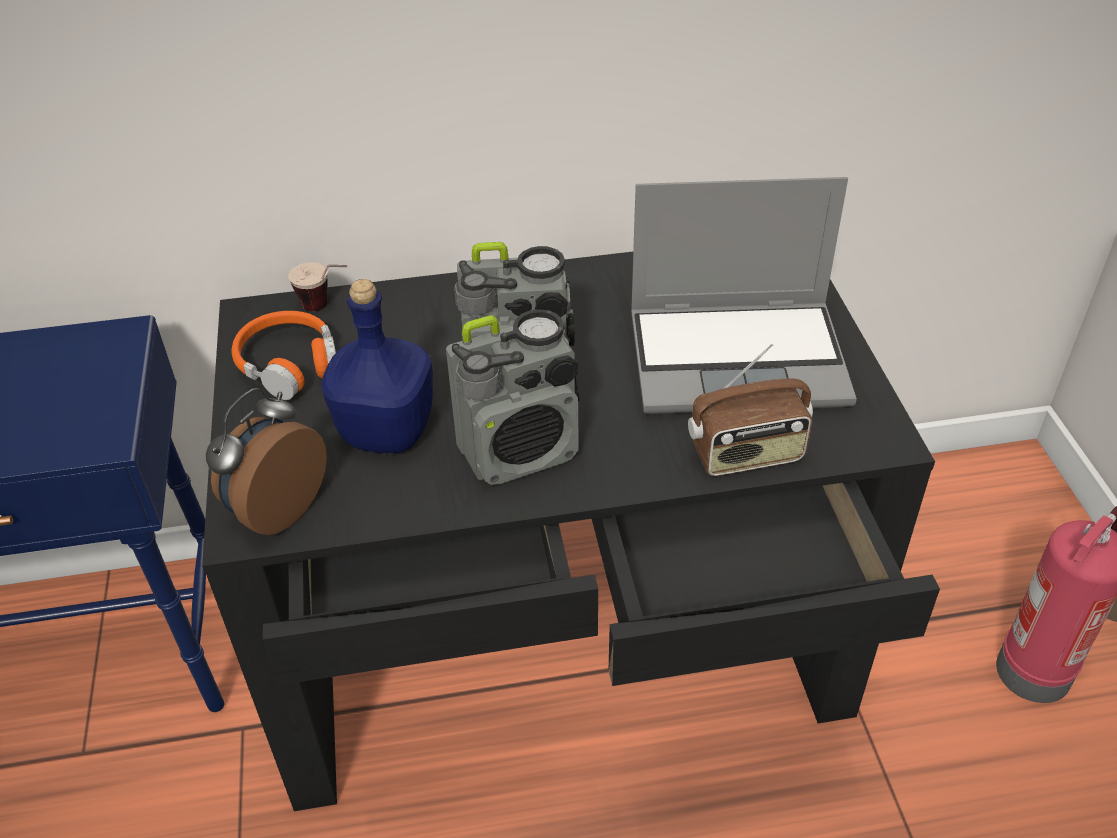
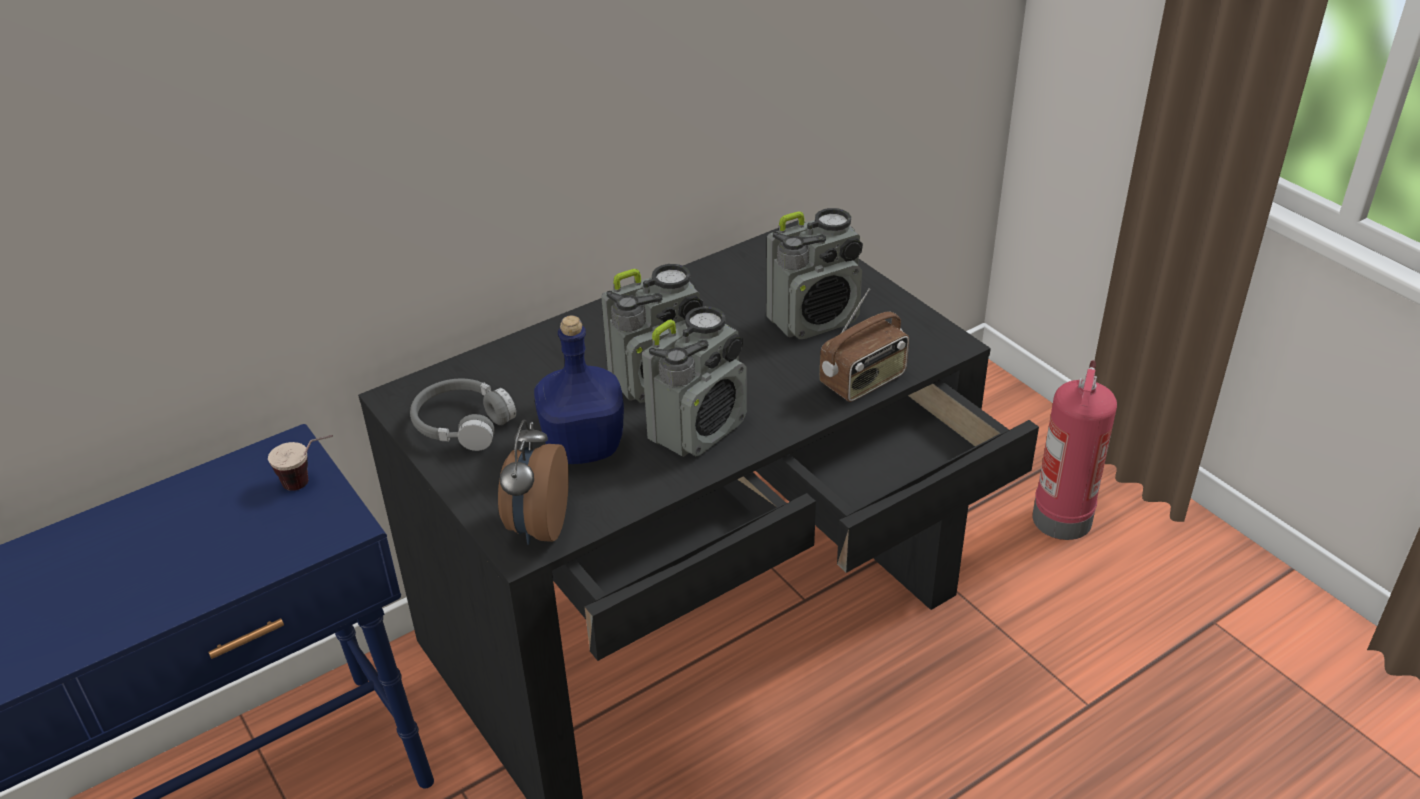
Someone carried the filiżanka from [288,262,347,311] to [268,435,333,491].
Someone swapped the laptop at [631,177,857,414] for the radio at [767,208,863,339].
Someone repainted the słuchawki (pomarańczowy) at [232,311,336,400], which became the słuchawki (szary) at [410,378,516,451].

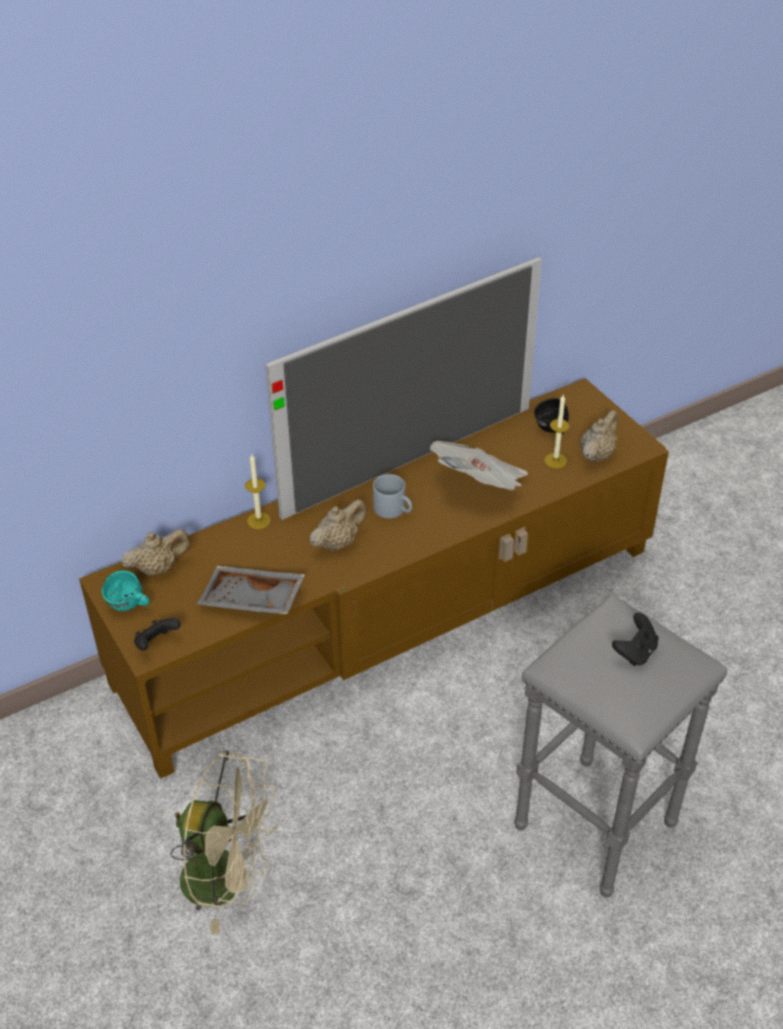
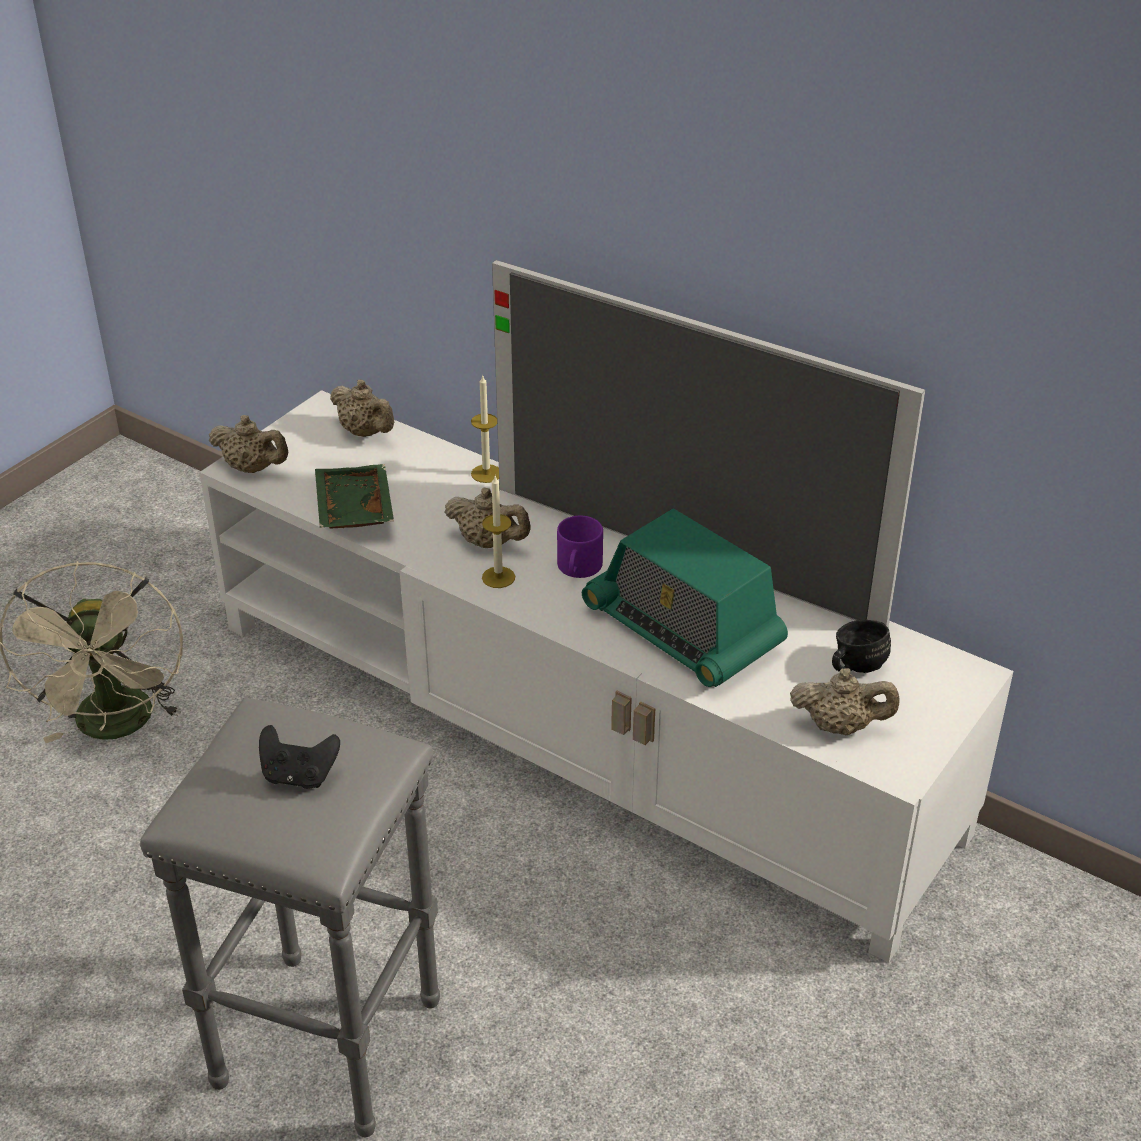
Someone took away the kubek (turkusowy) at [102,571,150,611].
Someone carried the świeca from [545,395,570,468] to [482,476,515,588].
Someone swapped the pad do gier (czarny) at [134,618,181,650] for the imbryk (beżowy) at [209,415,288,473].
Someone swapped the gazeta at [430,441,528,491] for the radio at [582,508,788,687].
Someone repainted the szafka pod telewizor (brązowy) at [79,378,669,779], which became the szafka pod telewizor (biały) at [200,390,1013,963].
Someone repainted the taca (szary) at [197,566,305,614], which became the taca (zielony) at [315,464,394,529].
Someone repainted the kubek (szary) at [373,474,412,518], which became the kubek (fioletowy) at [557,516,603,578].

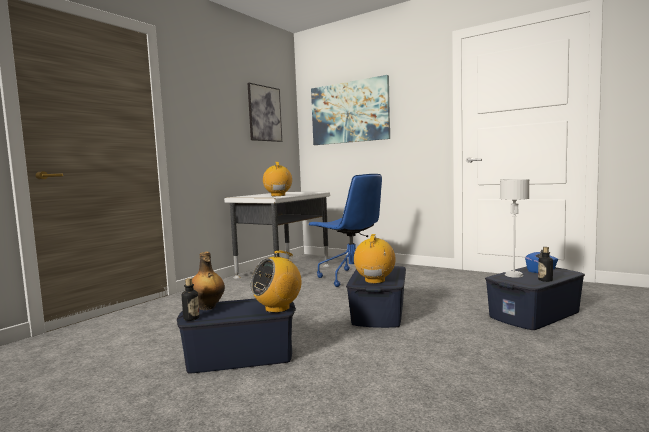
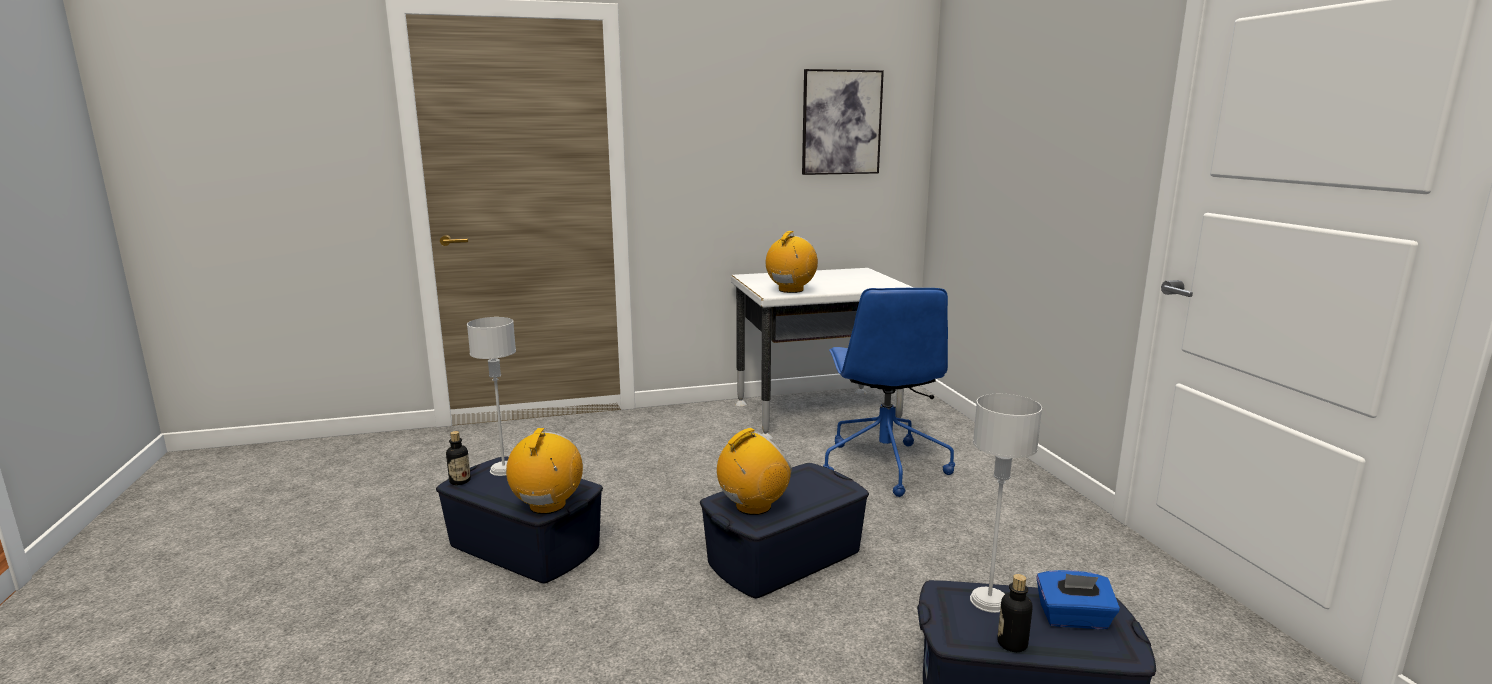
Someone took away the obraz at [311,75,390,145].
Someone swapped the butelka at [192,252,225,310] for the lampa stołowa (szary) at [467,317,516,476].
Someone rotated the radio at [250,251,301,313] by 90 degrees clockwise.

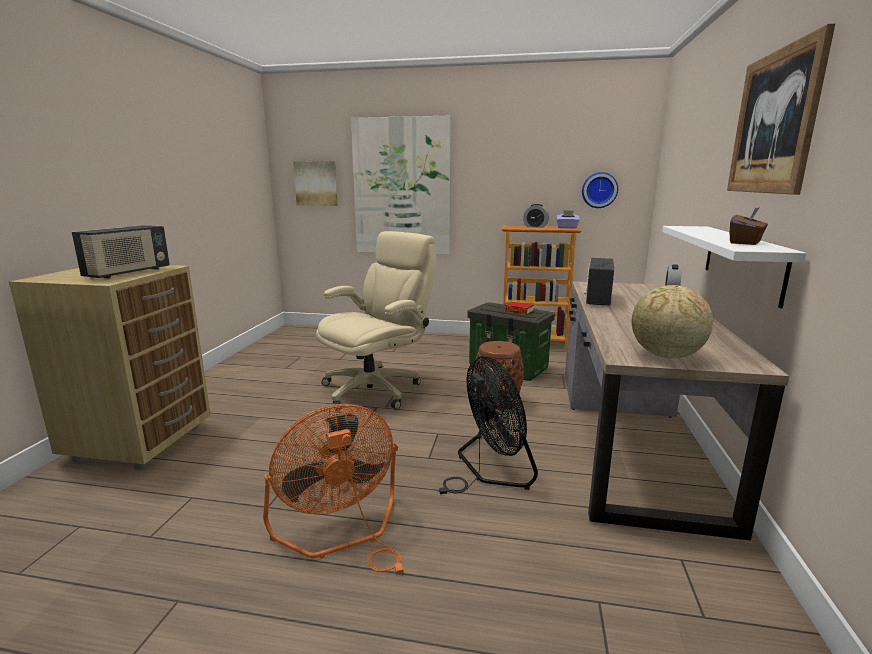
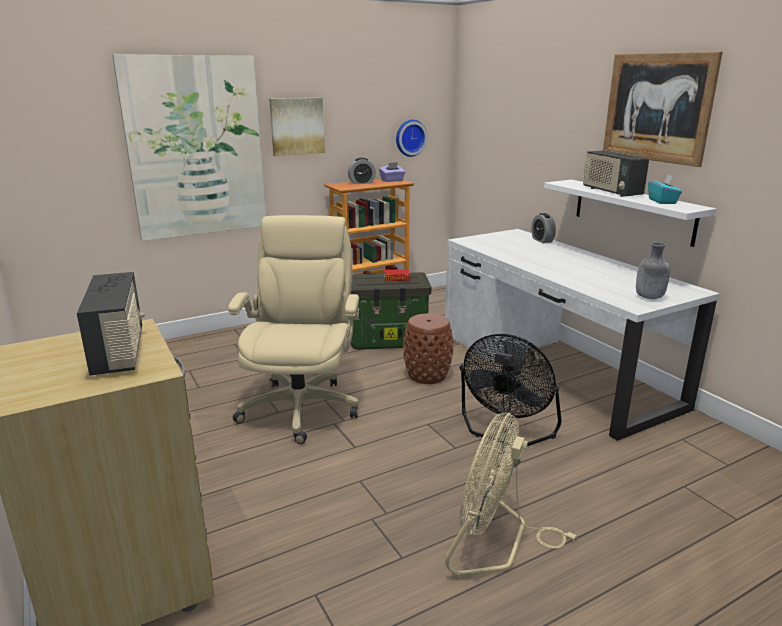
Someone carried the obraz from [293,161,338,206] to [269,98,325,156].
Someone carried the radio from [584,258,614,306] to [583,150,649,197].
Someone swapped the globus at [631,285,713,358] for the butelka (szary) at [636,243,670,299].
Someone repainted the wentylator (pomarańczowy) at [263,404,404,575], which became the wentylator (beżowy) at [445,413,578,579].
Someone repainted the biurko (brązowy) at [565,281,790,541], which became the biurko (biały) at [445,229,720,441].
Someone repainted the pudełko chusteczek (brązowy) at [730,207,768,245], which became the pudełko chusteczek (turkusowy) at [648,175,682,204].

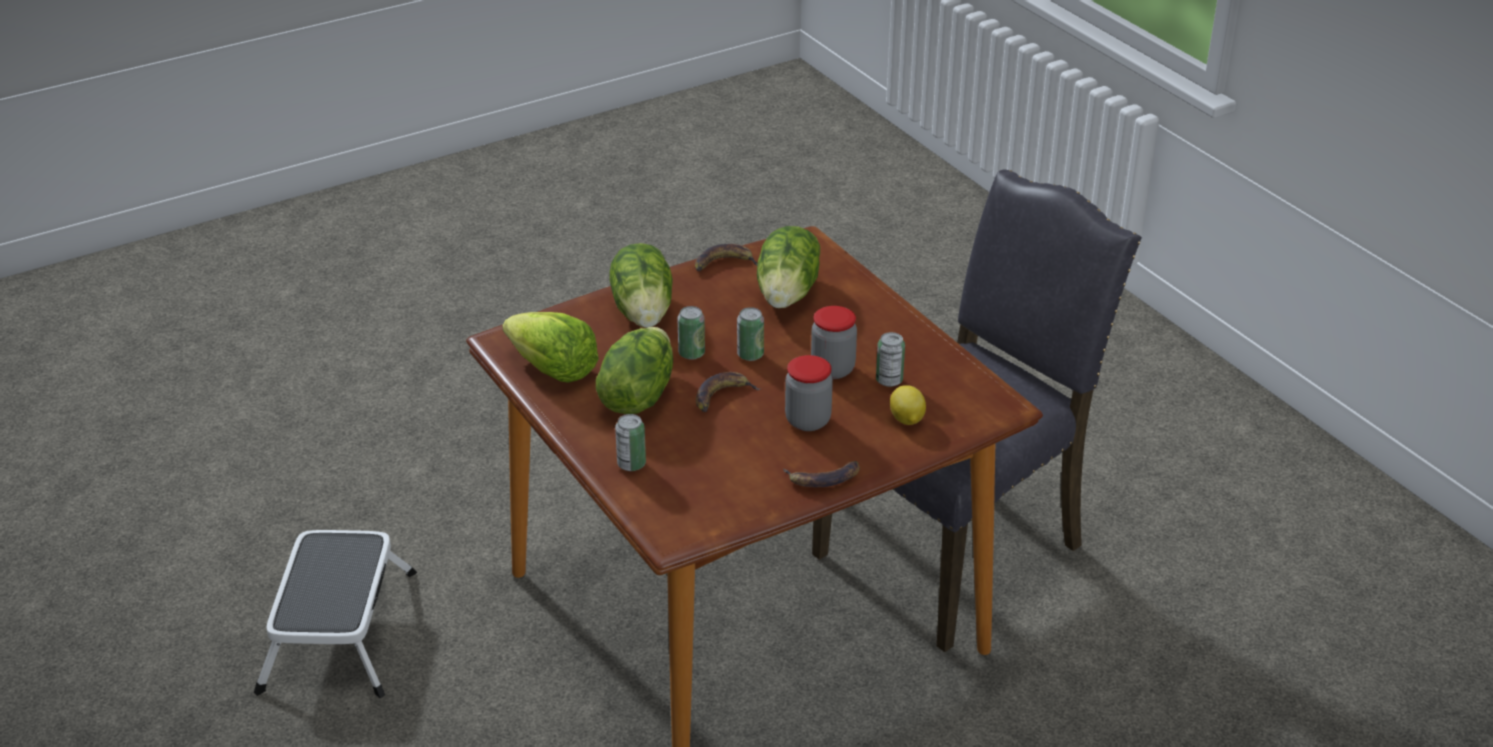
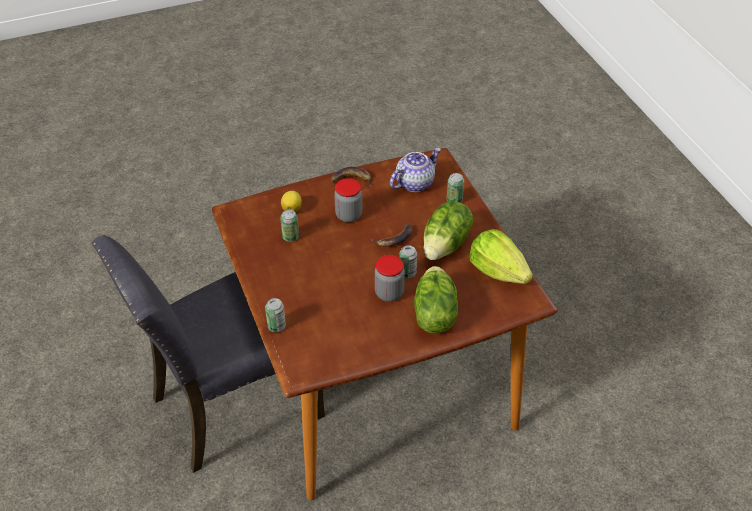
Someone took away the drabinka (czarny) at [254,530,417,698].
Someone took away the banan at [695,244,758,271].
Someone took away the sałata at [757,226,820,309].
Someone put down the imbryk at [390,148,441,192].
Someone carried the puszka from [737,307,764,361] to [265,298,286,332].
Someone carried the słoik from [811,306,857,379] to [375,255,405,302].

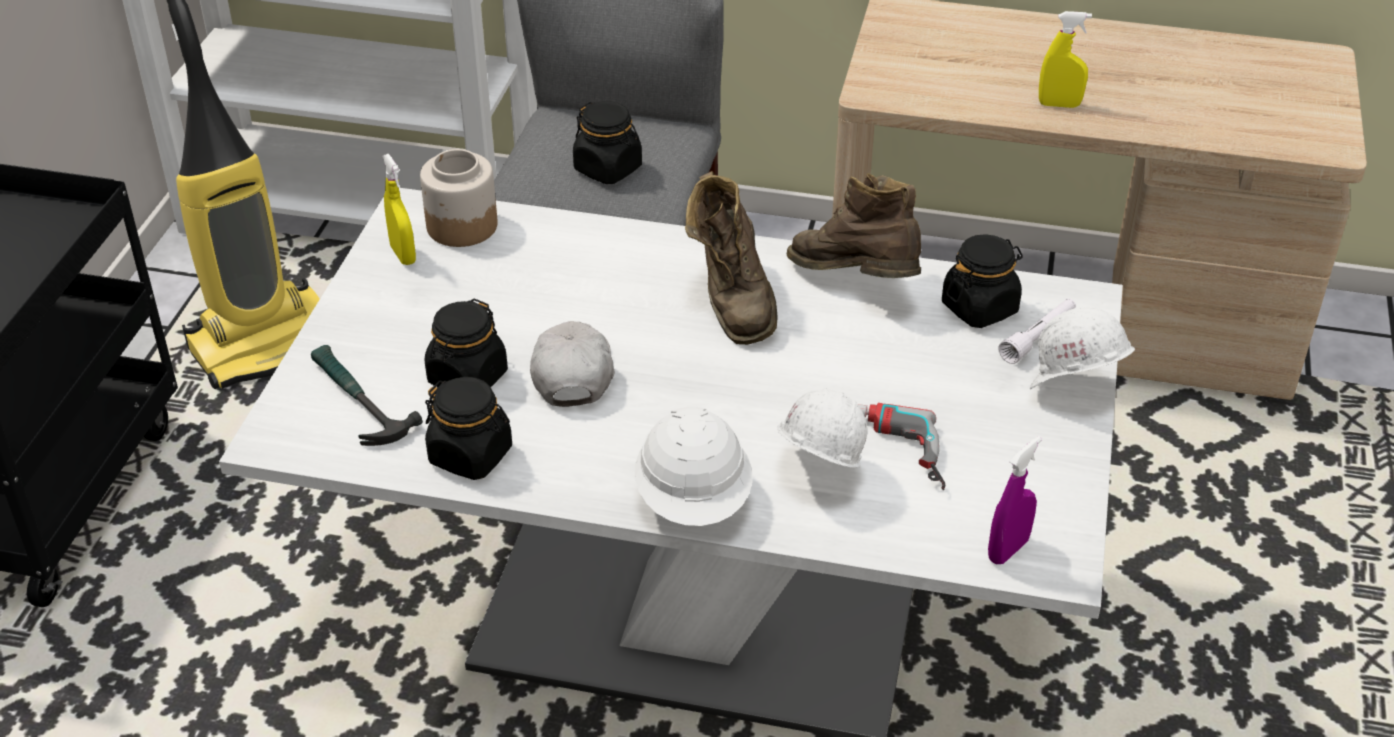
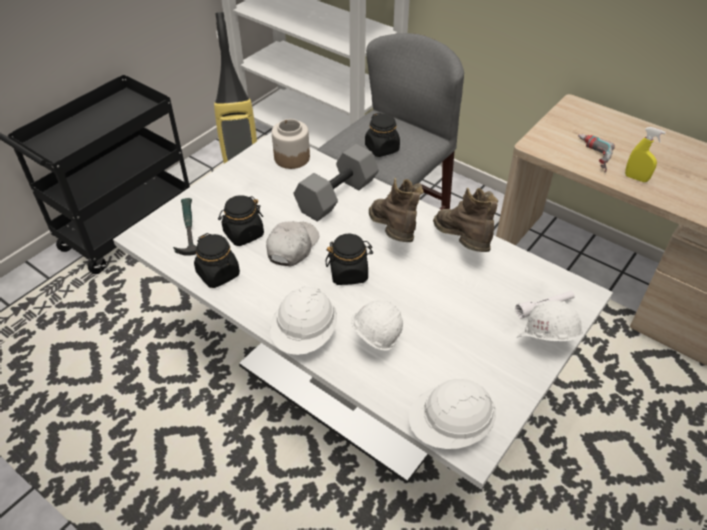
Someone took away the spryskiwacz (żółty) at [382,154,416,265].
Someone put down the hantel (szary) at [294,144,379,221].
Someone carried the wiertarka from [858,403,945,490] to [578,134,615,172].
Someone carried the słoik (czarny) from [942,234,1023,328] to [325,234,373,285].
Someone swapped the spryskiwacz (fioletowy) at [988,436,1042,564] for the kask (biały) at [409,379,496,449].
Someone rotated the but z cholewką (brązowy) at [685,171,778,345] by 150 degrees clockwise.

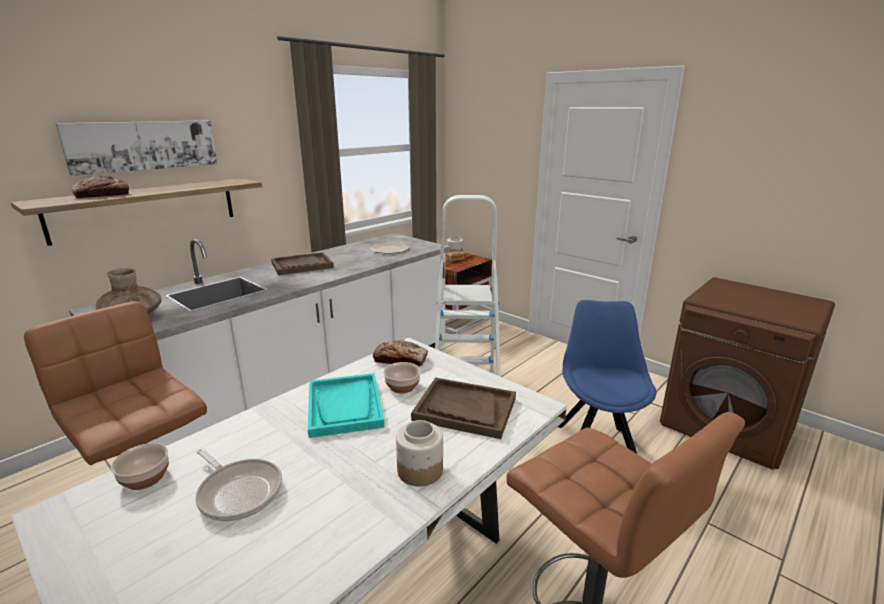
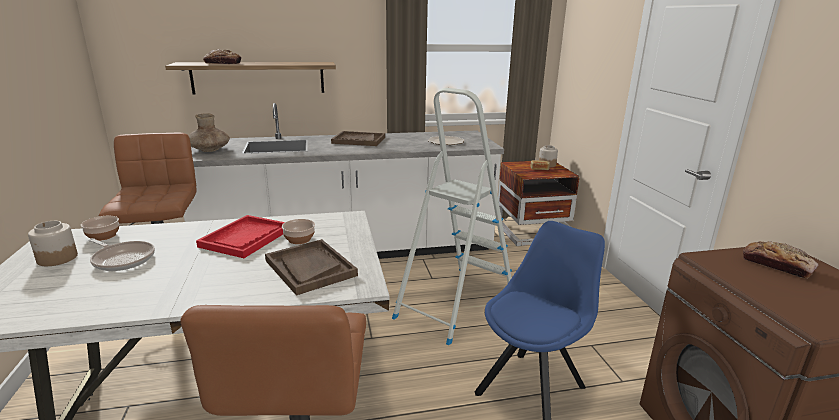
Someone took away the obraz at [55,120,218,176].
Someone carried the chleb from [373,340,428,366] to [742,241,818,278].
Someone carried the słoik from [396,420,443,487] to [28,221,78,266].
Someone repainted the taca (turkusowy) at [308,373,385,438], which became the taca (czerwony) at [196,215,285,258].
Someone rotated the patelnia at [195,448,282,521] by 45 degrees counterclockwise.

